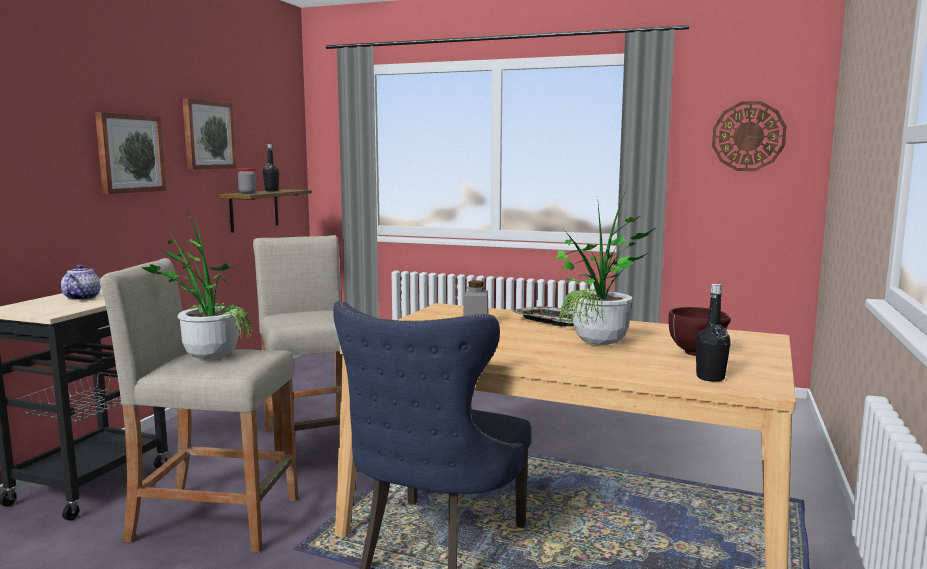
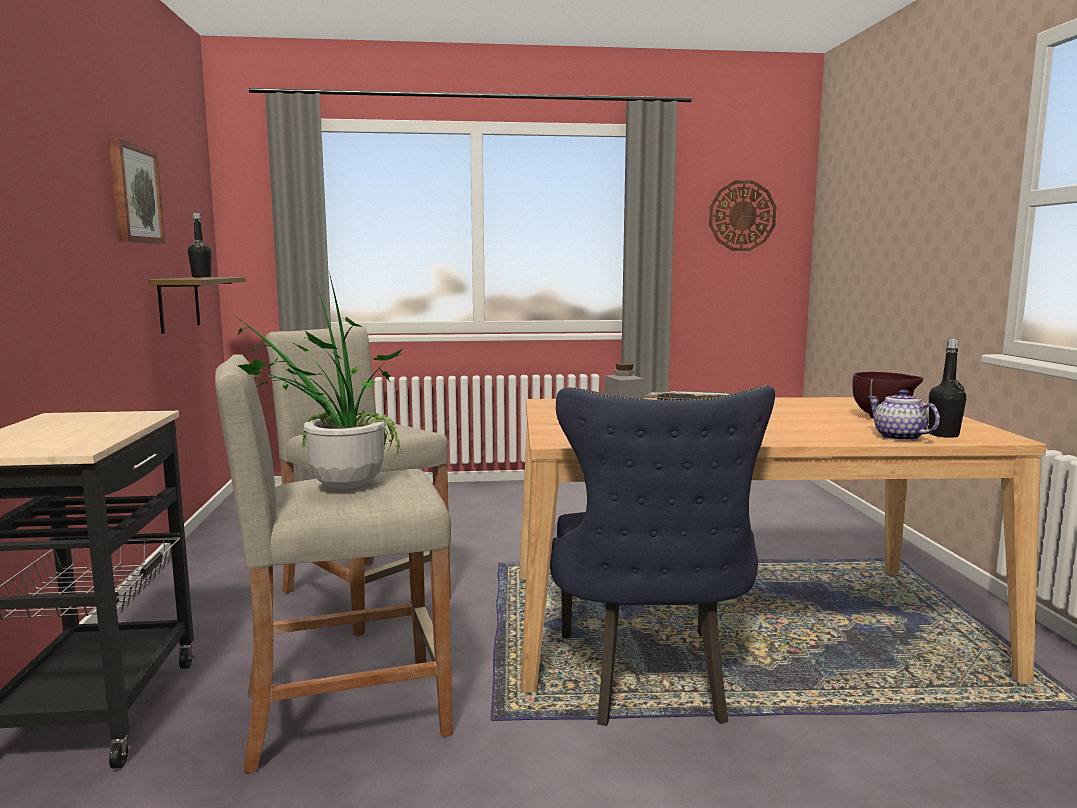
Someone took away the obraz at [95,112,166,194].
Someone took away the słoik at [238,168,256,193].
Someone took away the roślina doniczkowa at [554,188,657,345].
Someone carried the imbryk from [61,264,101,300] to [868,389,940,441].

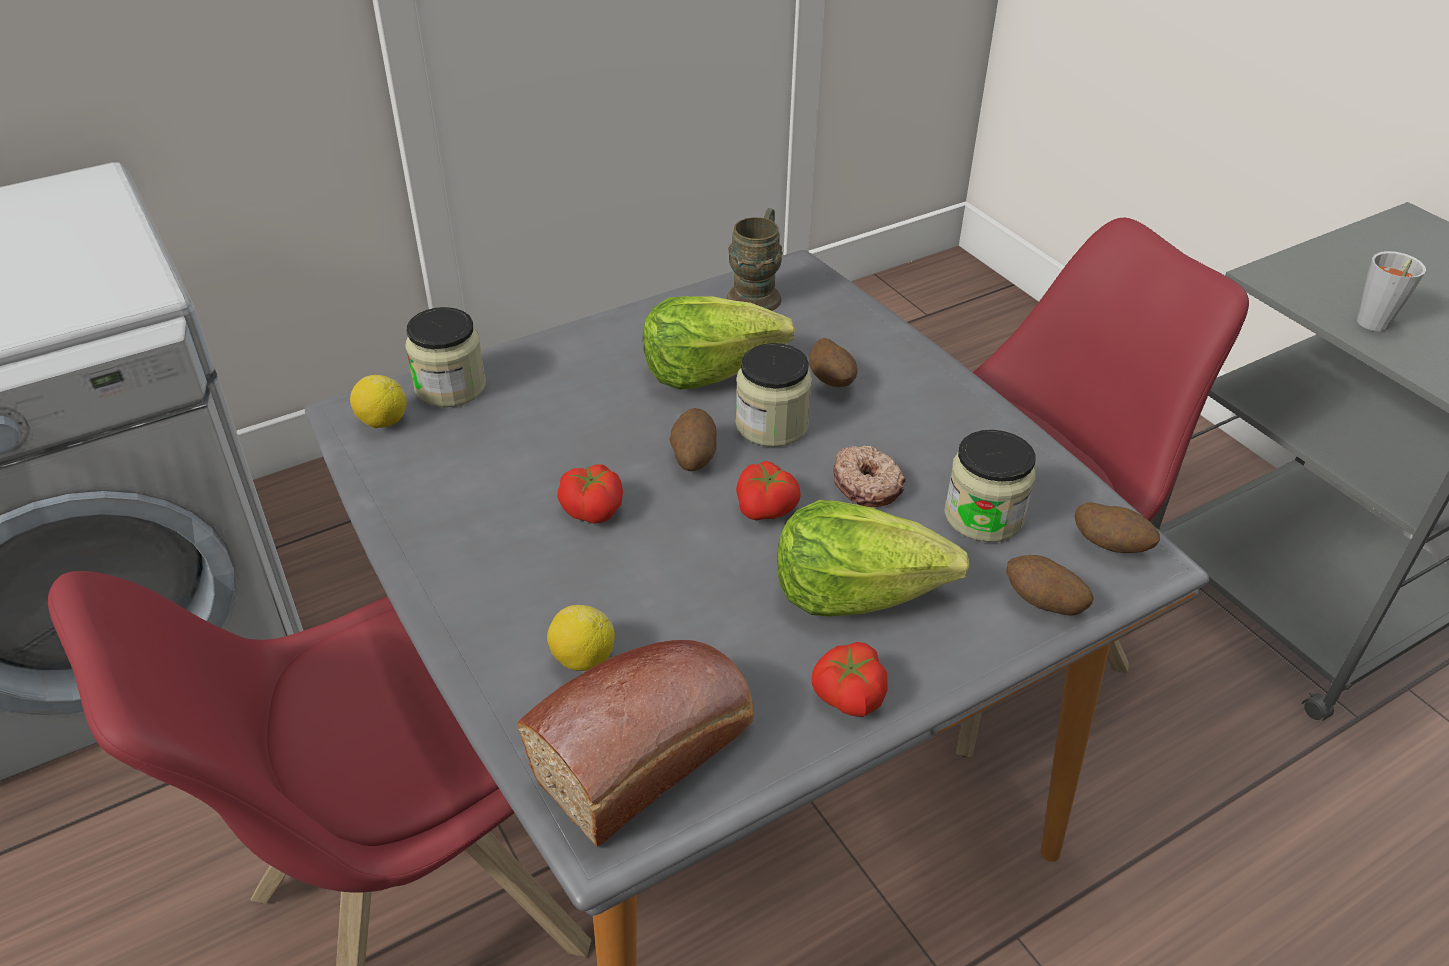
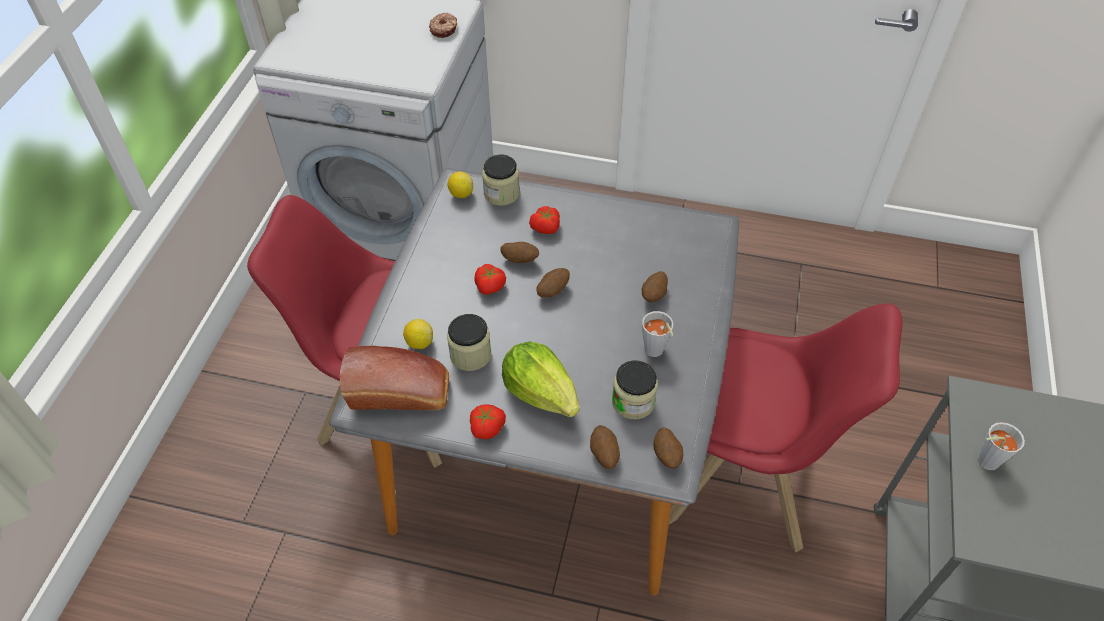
Someone took away the sałata at [643,296,795,390].
Someone took away the kubek (brązowy) at [727,208,783,311].
Someone put down the ziemniak at [500,242,539,263].
Someone put down the filiżanka (szary) at [642,311,673,357].
Someone carried the słoik from [735,343,812,447] to [447,314,491,371].
Someone carried the pomidor from [736,461,801,520] to [529,206,560,234].
Someone carried the donut from [833,446,906,507] to [429,13,457,38].

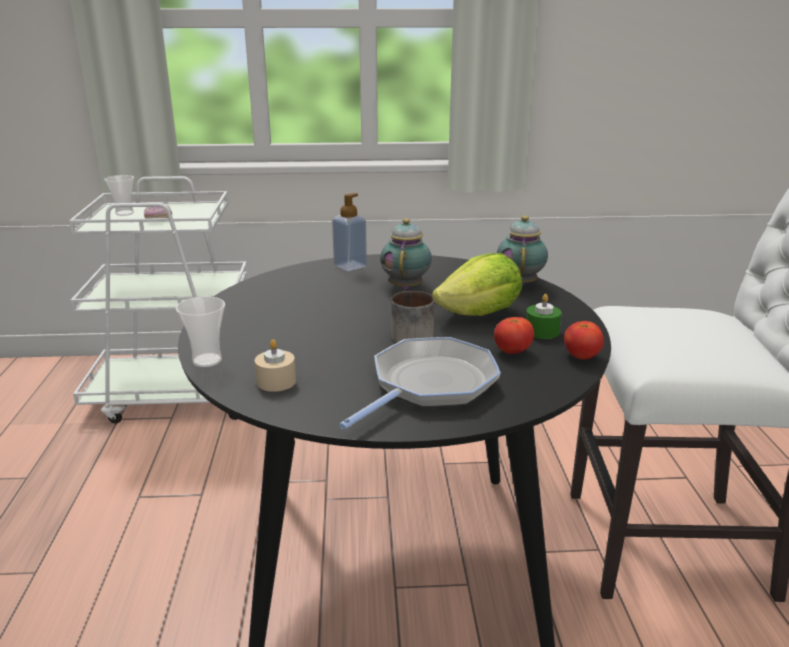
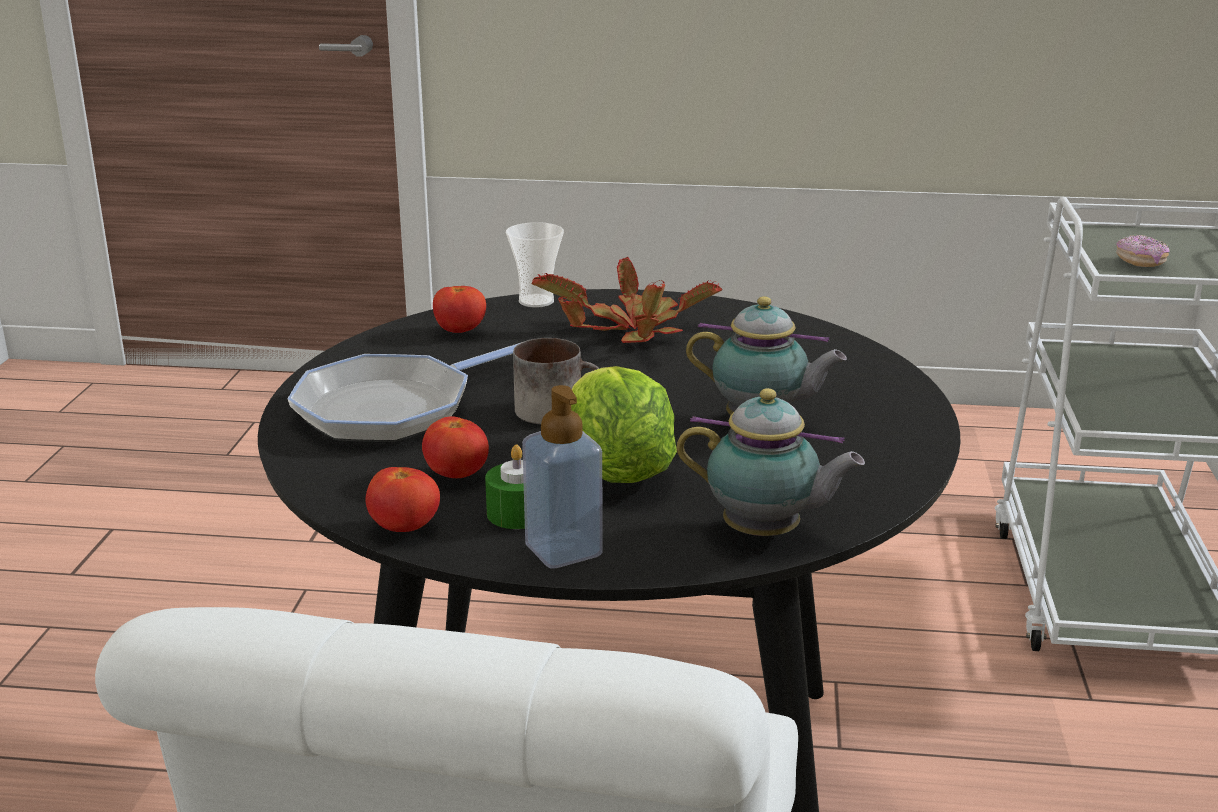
Someone took away the filiżanka at [104,175,134,216].
Someone put down the roślina doniczkowa at [532,257,722,343].
Someone carried the dozownik mydła from [332,193,367,271] to [522,385,603,569].
Someone swapped the świeca (beżowy) at [255,339,296,392] for the pomidor at [433,286,486,333].
Someone rotated the patelnia at [339,337,501,429] by 90 degrees clockwise.

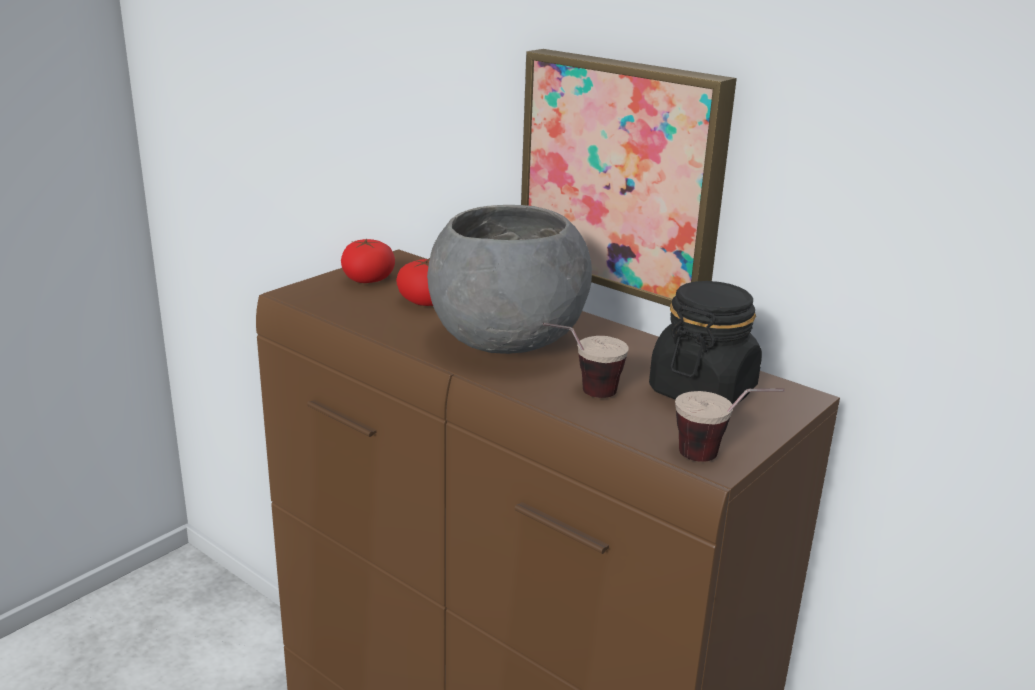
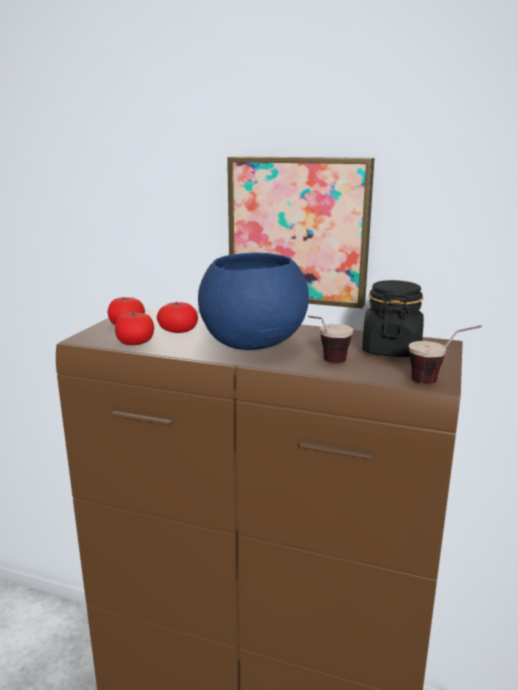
Someone put down the pomidor at [115,312,154,345].
Someone repainted the miska (szary) at [427,205,592,354], which became the miska (niebieski) at [198,253,309,350].

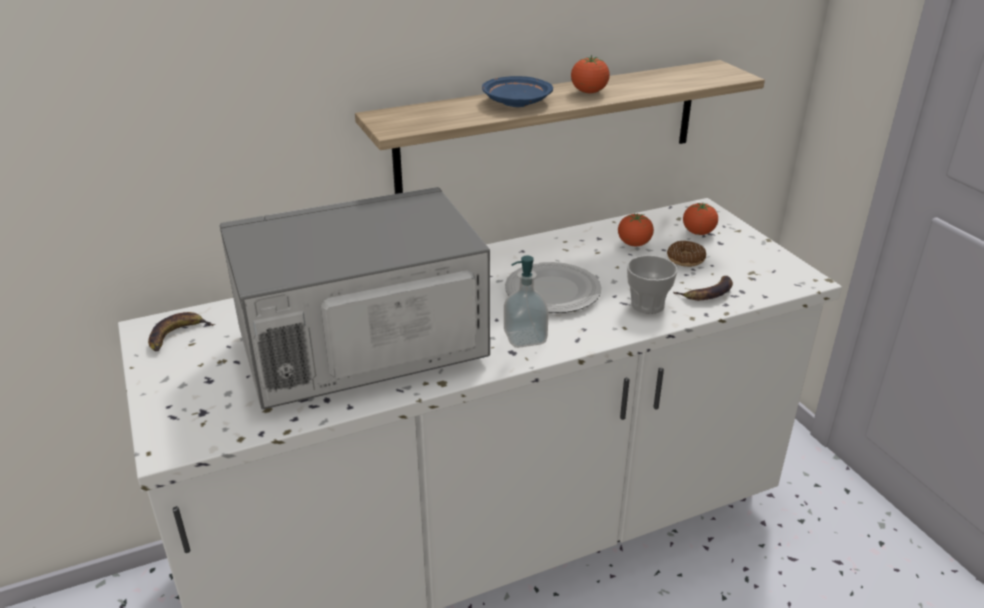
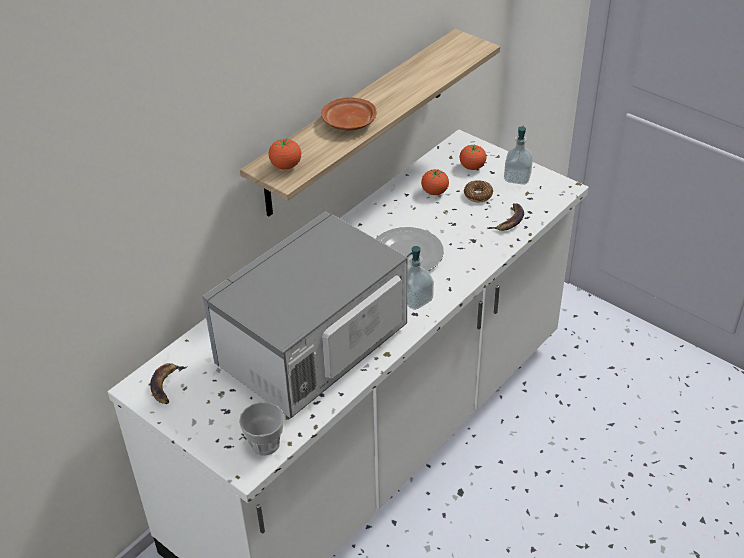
Someone put down the dozownik mydła at [504,126,533,185].
Someone carried the pomidor from [571,55,610,93] to [269,138,301,169].
Someone carried the filiżanka from [627,255,677,314] to [239,402,284,456].
Someone repainted the talerz (niebieski) at [482,76,553,107], which became the talerz (brązowy) at [321,97,377,130].

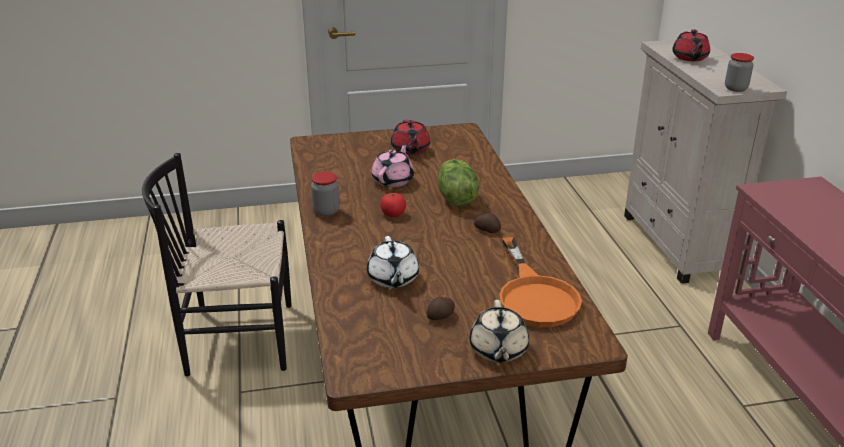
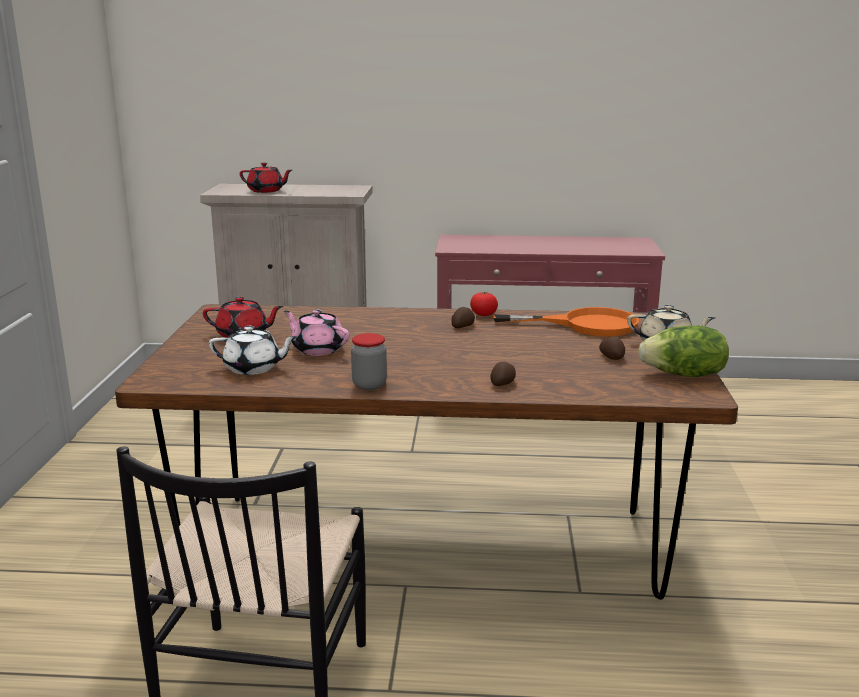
Someone took away the słoik at [725,53,754,92].
Someone put down the ziemniak at [490,362,516,386].
Someone carried the imbryk (biały) from [367,236,419,288] to [209,326,297,375].
Someone carried the pomidor from [380,193,406,217] to [470,292,498,316].
Someone carried the sałata from [438,159,479,206] to [638,325,729,377].

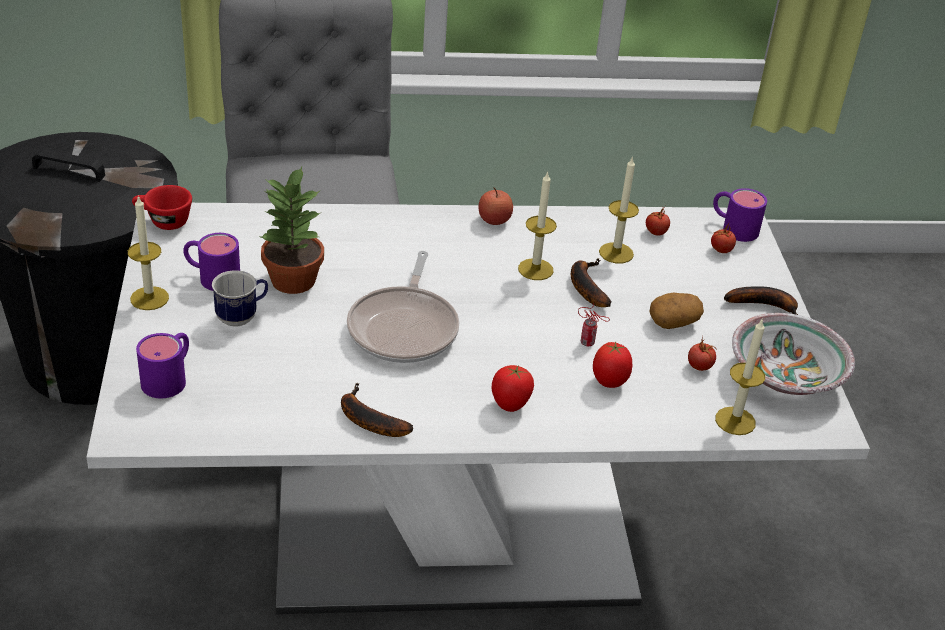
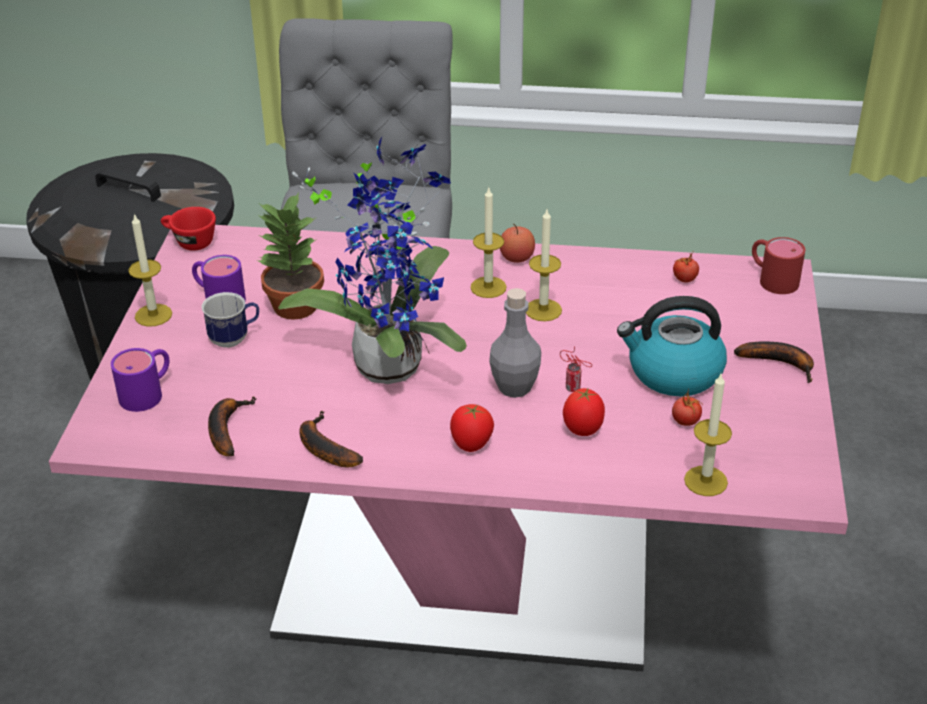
Someone took away the pomidor at [711,224,736,253].
Someone took away the miska at [732,313,855,395].
Someone put down the butelka (szary) at [489,288,541,398].
Someone carried the banan from [571,258,611,307] to [208,397,256,456].
Someone carried the świeca from [599,156,639,263] to [470,186,507,298].
Someone swapped the patelnia at [347,251,459,363] for the roślina doniczkowa at [278,137,467,384].
Someone swapped the ziemniak at [649,292,704,329] for the czajnik at [617,296,727,396].
Someone repainted the stół jadalny (biały) at [86,203,870,614], which became the stół jadalny (różowy) at [49,225,848,671].
Someone repainted the kubek (fioletowy) at [713,188,767,242], which became the kubek (czerwony) at [752,237,805,294].

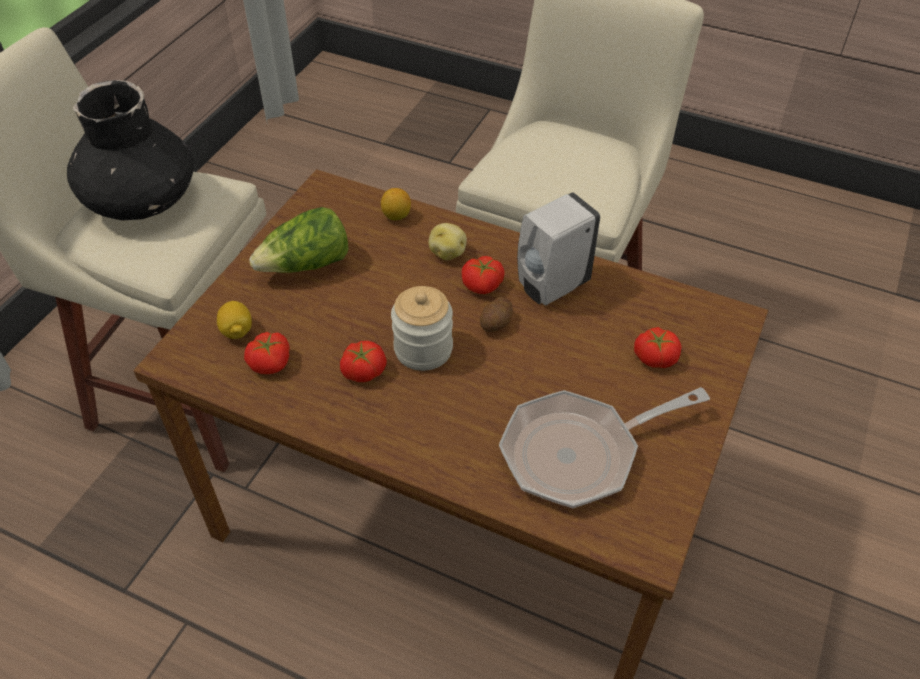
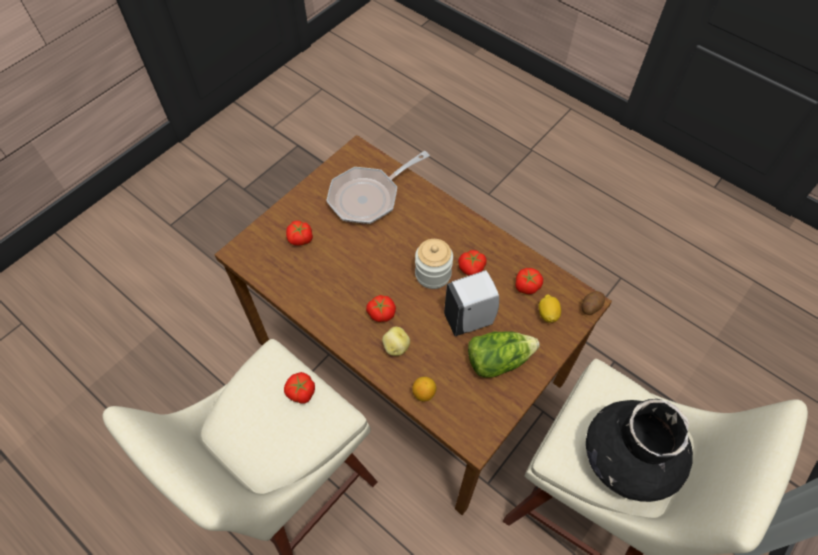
Someone put down the pomidor at [284,372,315,404].
Someone carried the ziemniak from [480,297,513,332] to [582,291,605,315].
Someone carried the dozownik mydła (biały) from [517,192,600,305] to [444,270,499,336].
Someone rotated the patelnia at [499,387,710,508] by 150 degrees clockwise.

